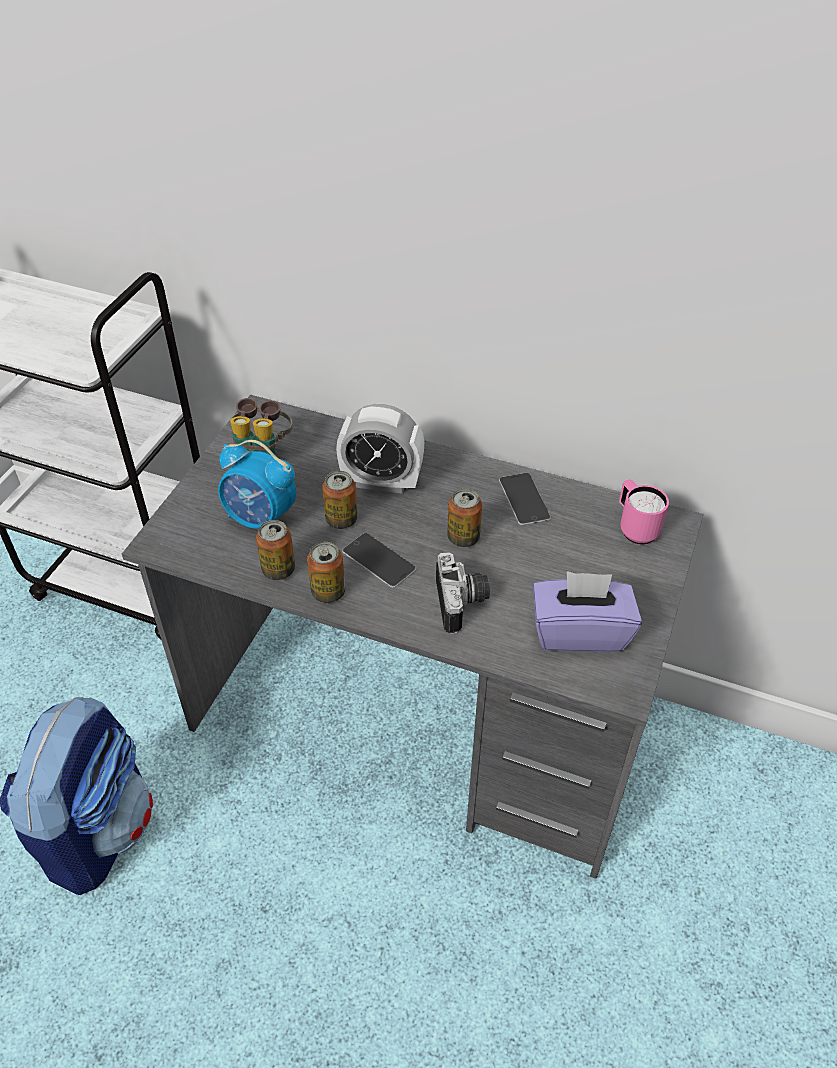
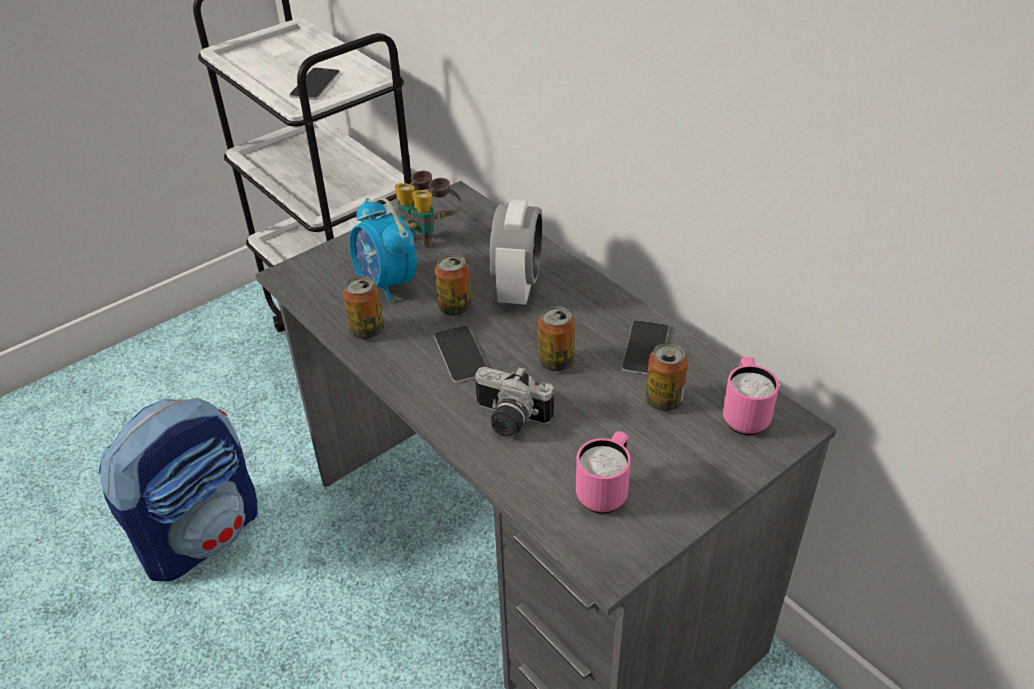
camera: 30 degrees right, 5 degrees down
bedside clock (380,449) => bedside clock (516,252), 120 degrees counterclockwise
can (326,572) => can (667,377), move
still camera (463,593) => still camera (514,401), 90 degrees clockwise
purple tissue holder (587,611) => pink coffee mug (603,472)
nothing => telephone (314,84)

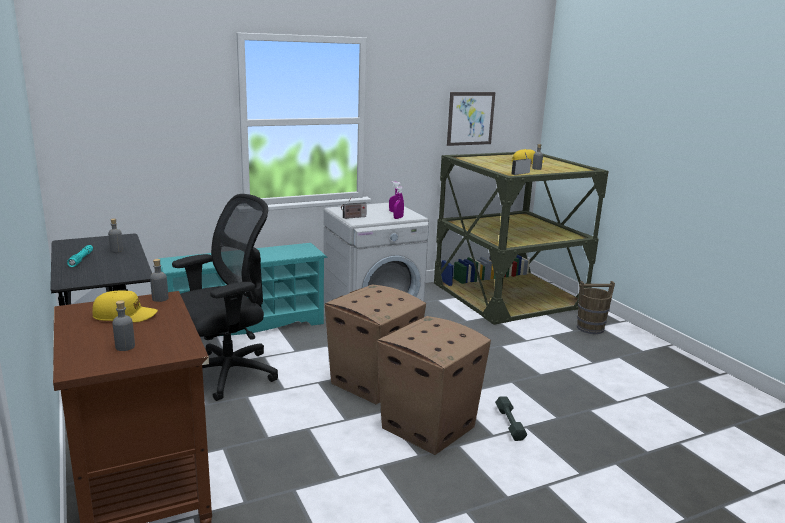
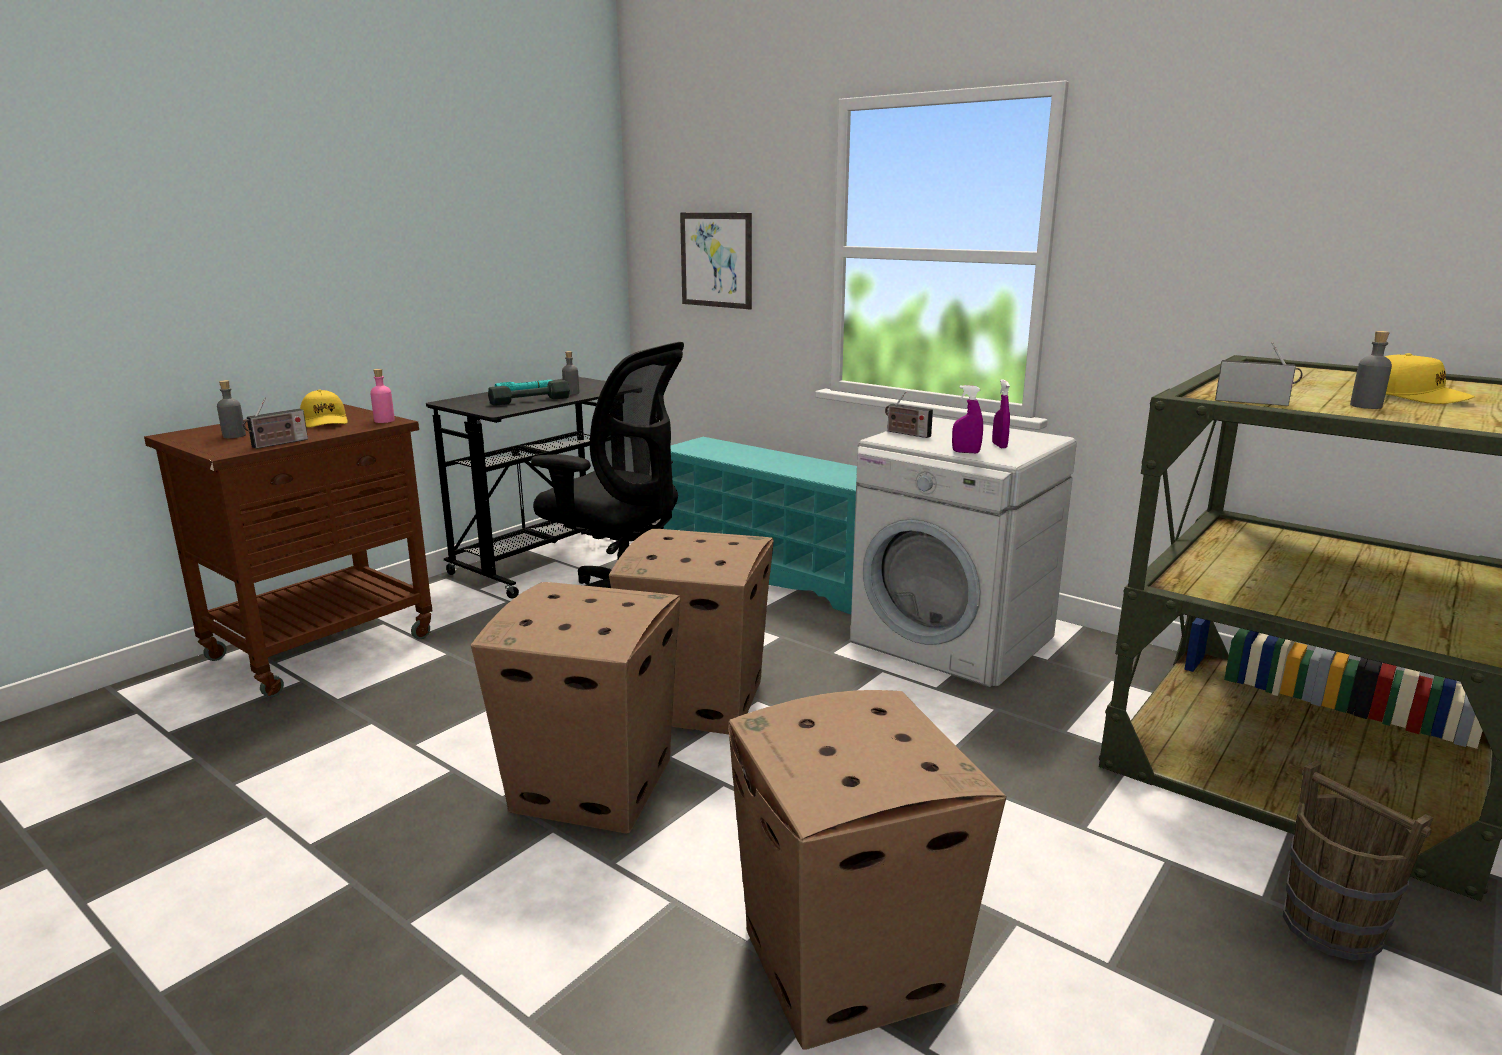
camera: 65 degrees right, 0 degrees up
picture (471,119) => picture (716,261), move
grey drink bottle (159,280) => pink drink bottle (382,396)
grey free weight (511,418) => grey free weight (529,393), move
nothing => radio (275,423)
nothing => carton (867,870)

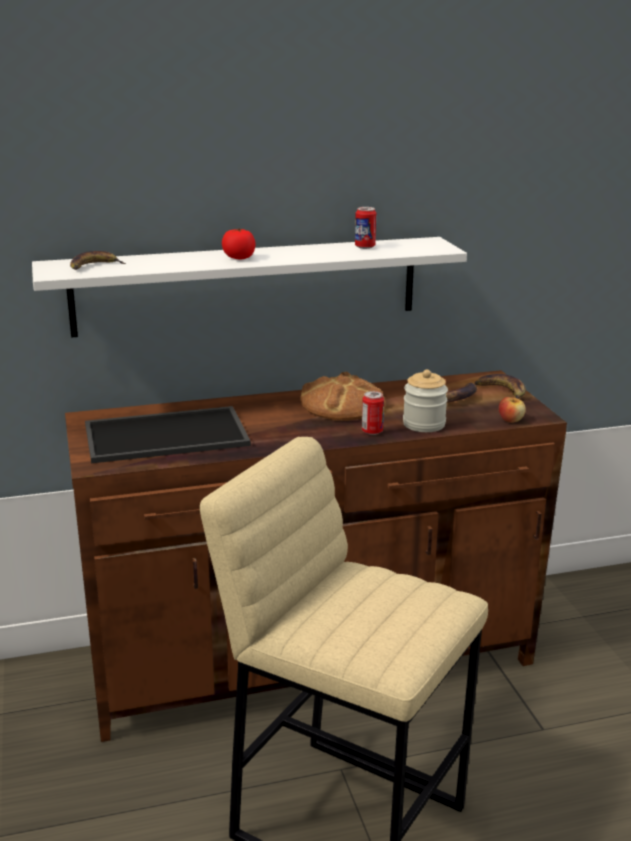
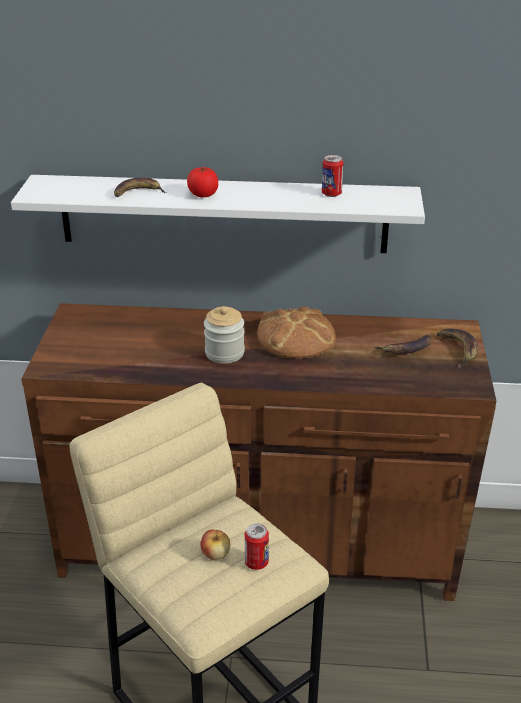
camera: 20 degrees right, 10 degrees up
banana (98,260) => banana (140,187), move
storage jar (425,401) => storage jar (224,335), move
can (373,413) => can (257,546), move
whole apple (512,409) => whole apple (215,544), move
carrying tray (168,434) => nothing

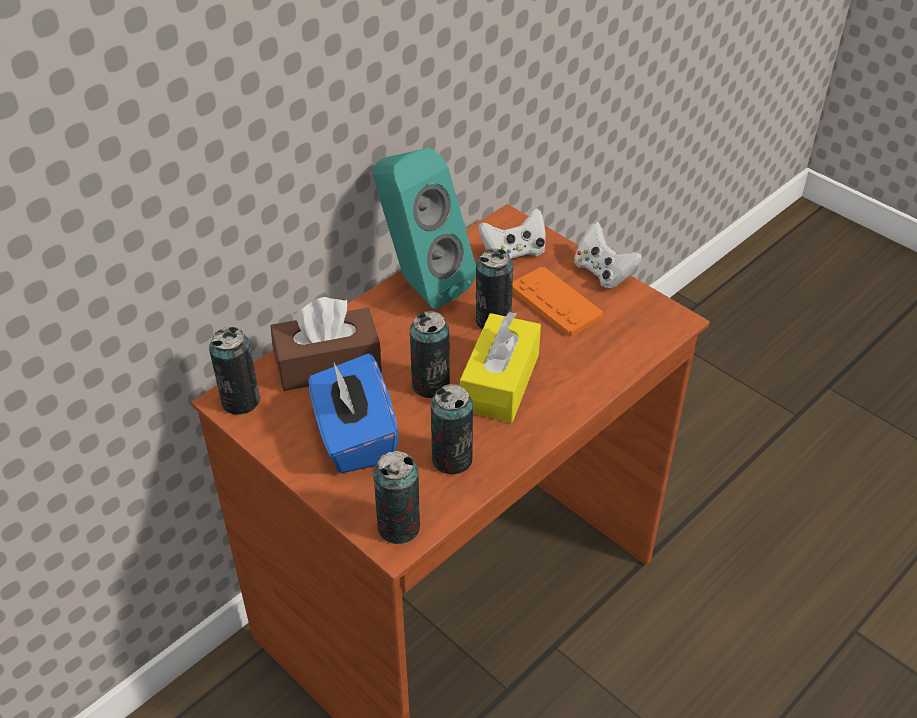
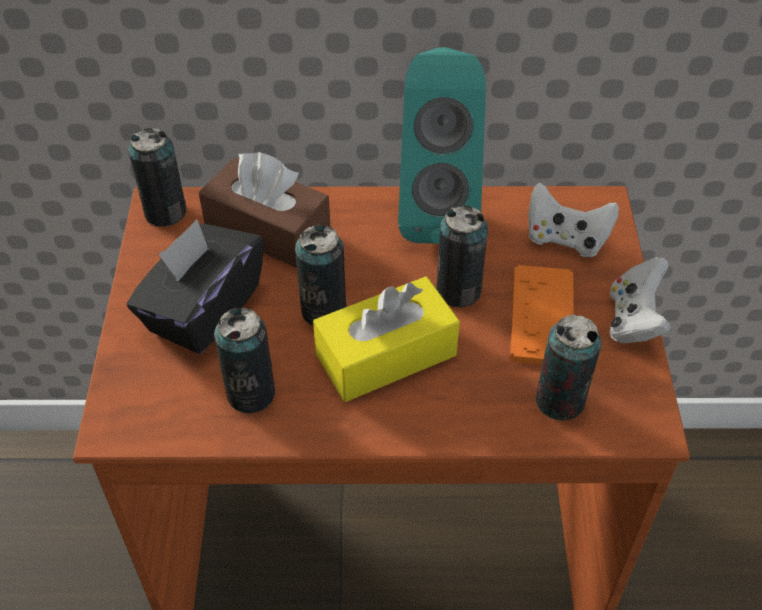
camera: 45 degrees right, 5 degrees up
bluish tissue holder (354,413) => blackish tissue holder (195,286)
can (396,497) => can (568,367), move

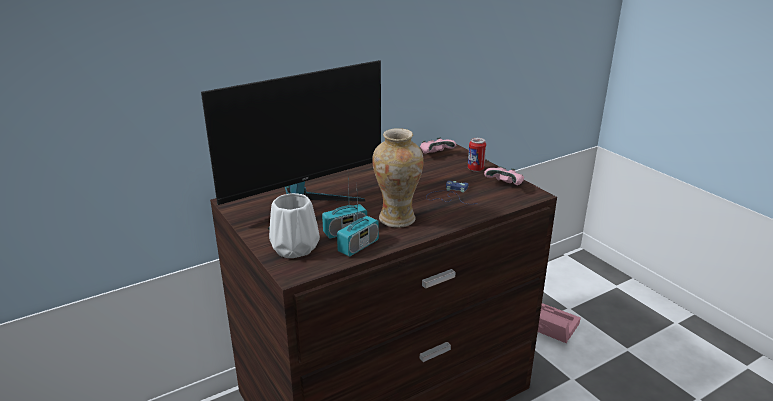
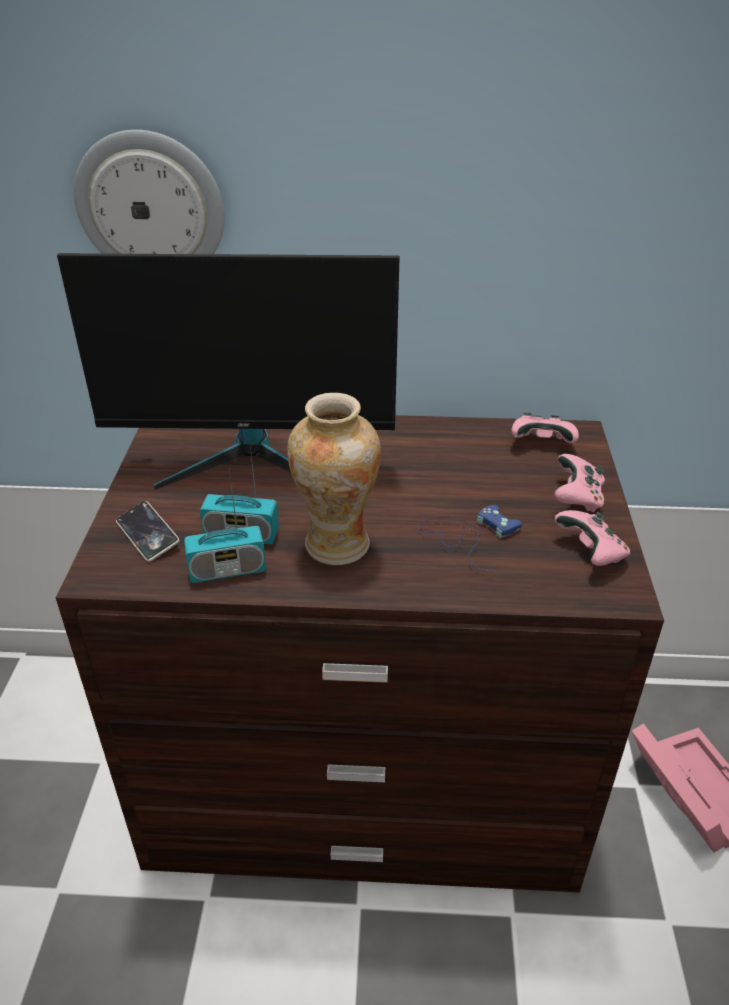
camera: 35 degrees right, 10 degrees up
can (477,155) => pink joypad (579,483)
white-coloured vase (294,225) => telephone (148,531)
nothing => clock on the wall (149,192)

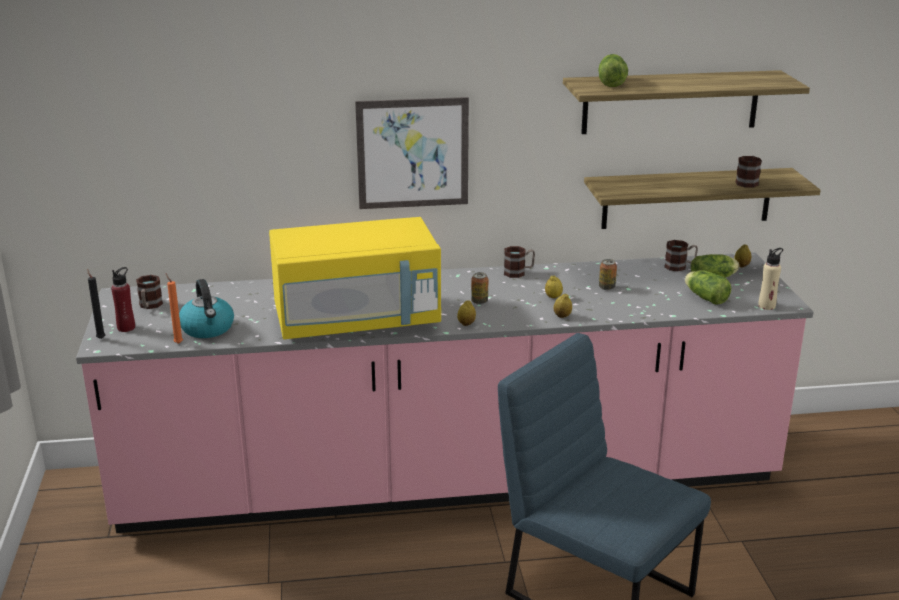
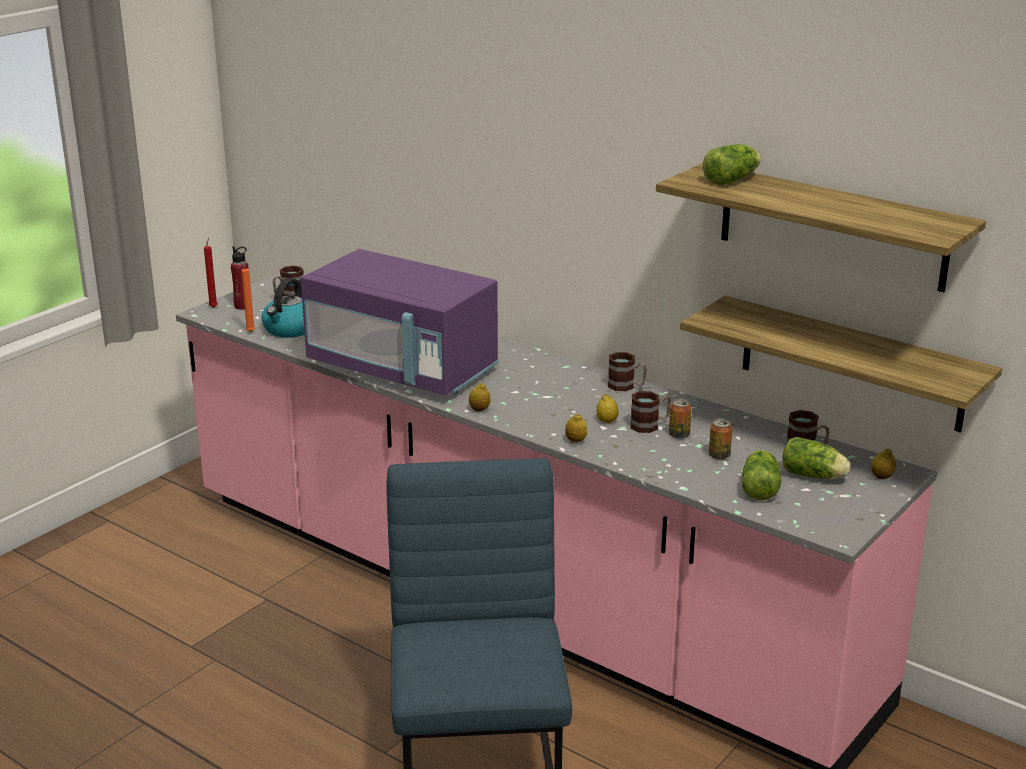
camera: 45 degrees right, 0 degrees up
picture (412,153) => nothing
coffee mug (749,172) => coffee mug (650,412), move
yellow-coloured microwave oven (355,278) => purple microwave oven (400,322)
beige drink bottle (770,279) => nothing
blackish candle (96,304) => red candle (211,273)
can (479,288) => can (720,439), move

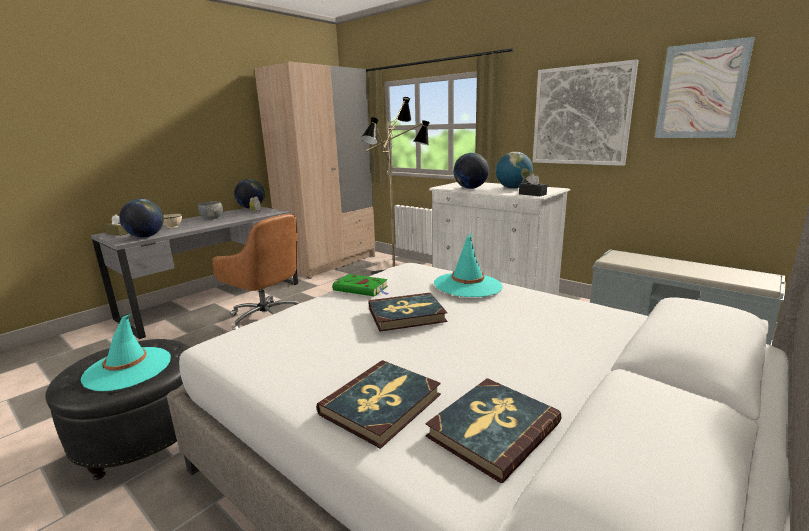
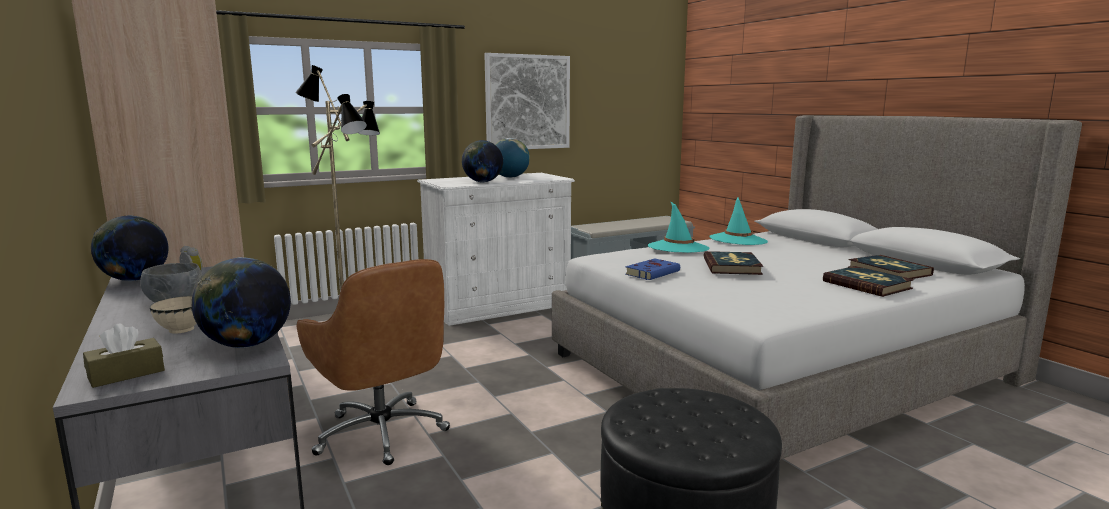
camera: 70 degrees left, 5 degrees down
picture (705,87) => nothing
blackish tissue holder (533,185) => nothing
brownish computer chair (255,272) => brownish computer chair (373,362), 90 degrees clockwise
greenish bound book (360,285) => bluish bound book (652,269)
blue-green wearable hat (126,352) => blue-green wearable hat (738,221), move

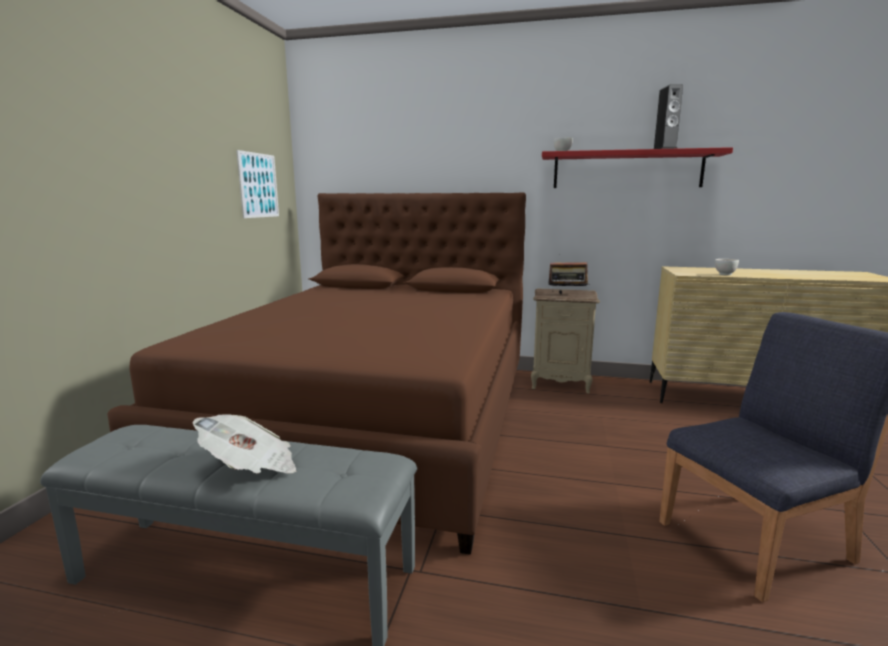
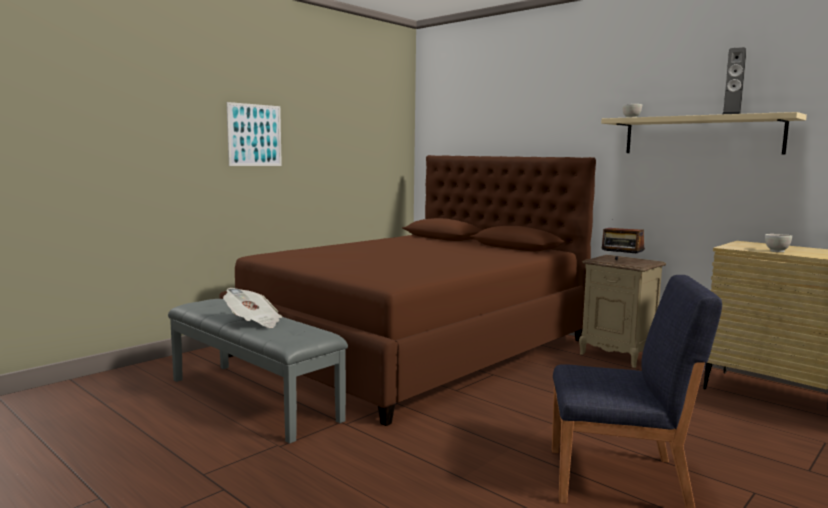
camera: 30 degrees right, 5 degrees down
red bracket shelf (637,167) => beige bracket shelf (704,133)
picture (257,184) => picture (254,134), move

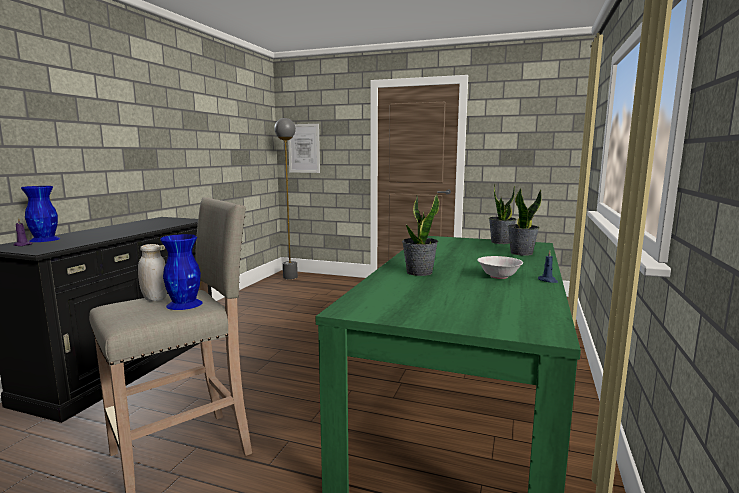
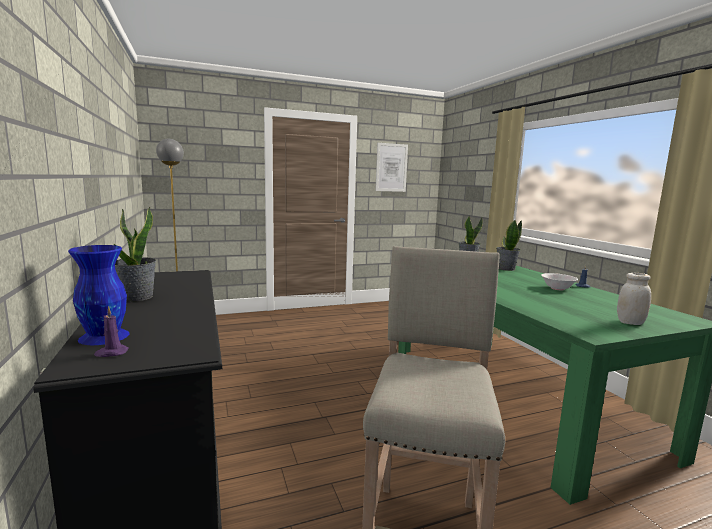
camera: 40 degrees left, 0 degrees up
picture (304,148) => picture (391,167), move
plant in a pot (421,235) => plant in a pot (135,254), move
bluish vase (181,272) => nothing
white-coloured storage jar (153,272) => white-coloured storage jar (634,299), move

